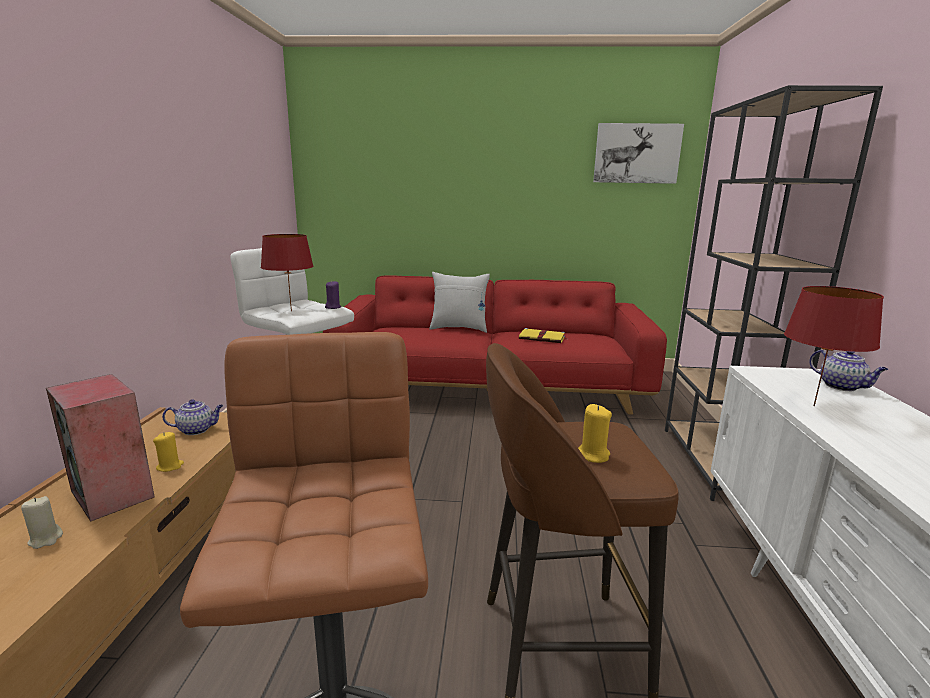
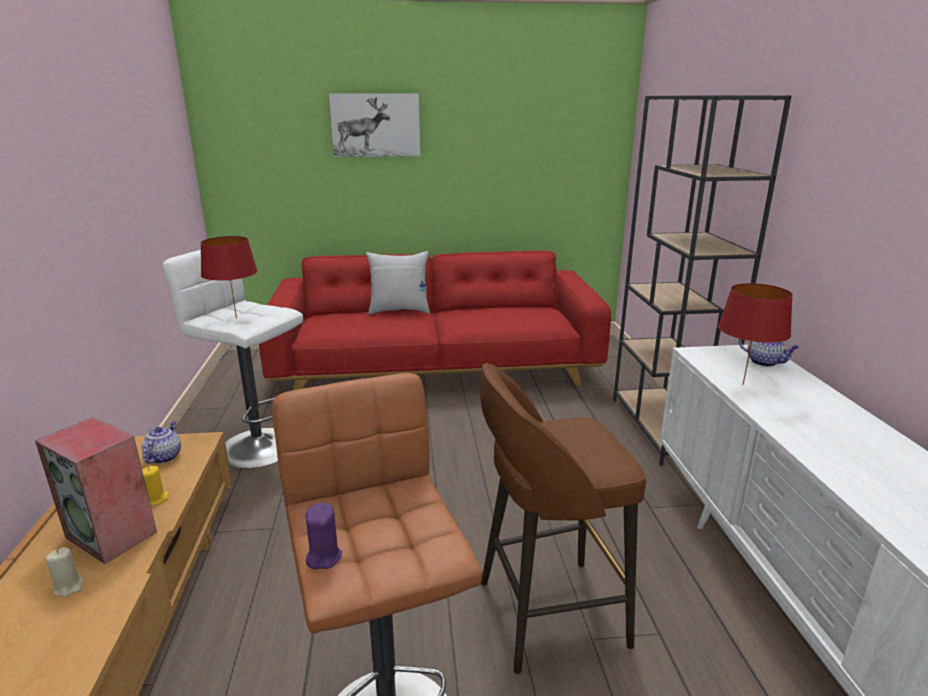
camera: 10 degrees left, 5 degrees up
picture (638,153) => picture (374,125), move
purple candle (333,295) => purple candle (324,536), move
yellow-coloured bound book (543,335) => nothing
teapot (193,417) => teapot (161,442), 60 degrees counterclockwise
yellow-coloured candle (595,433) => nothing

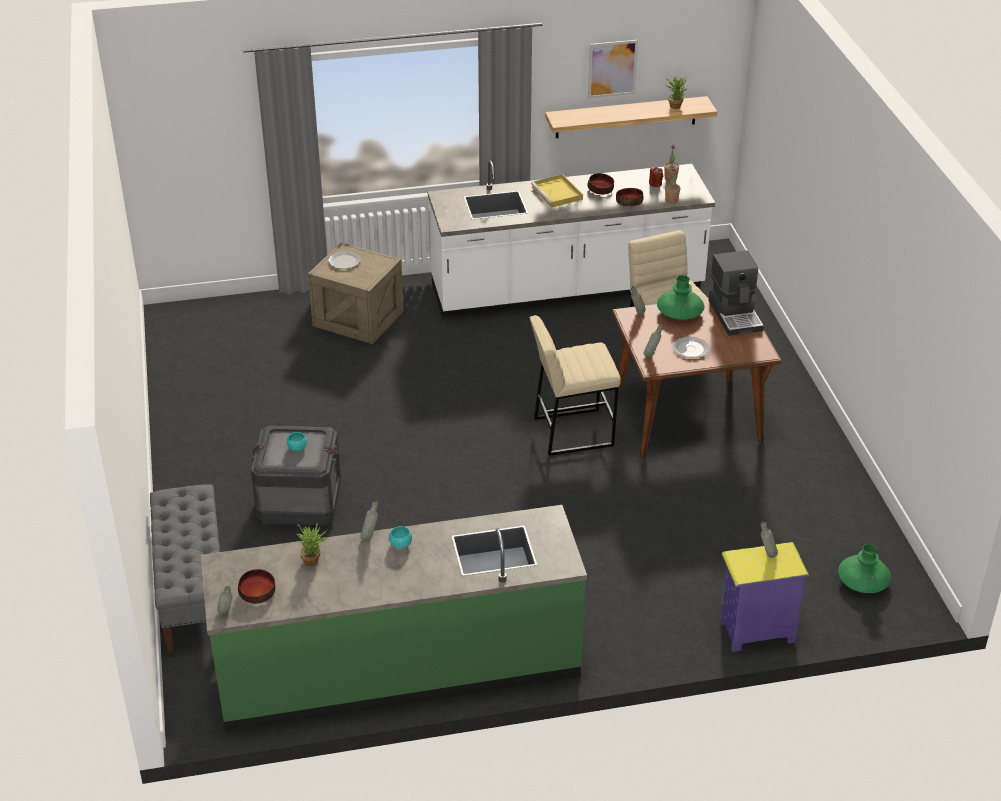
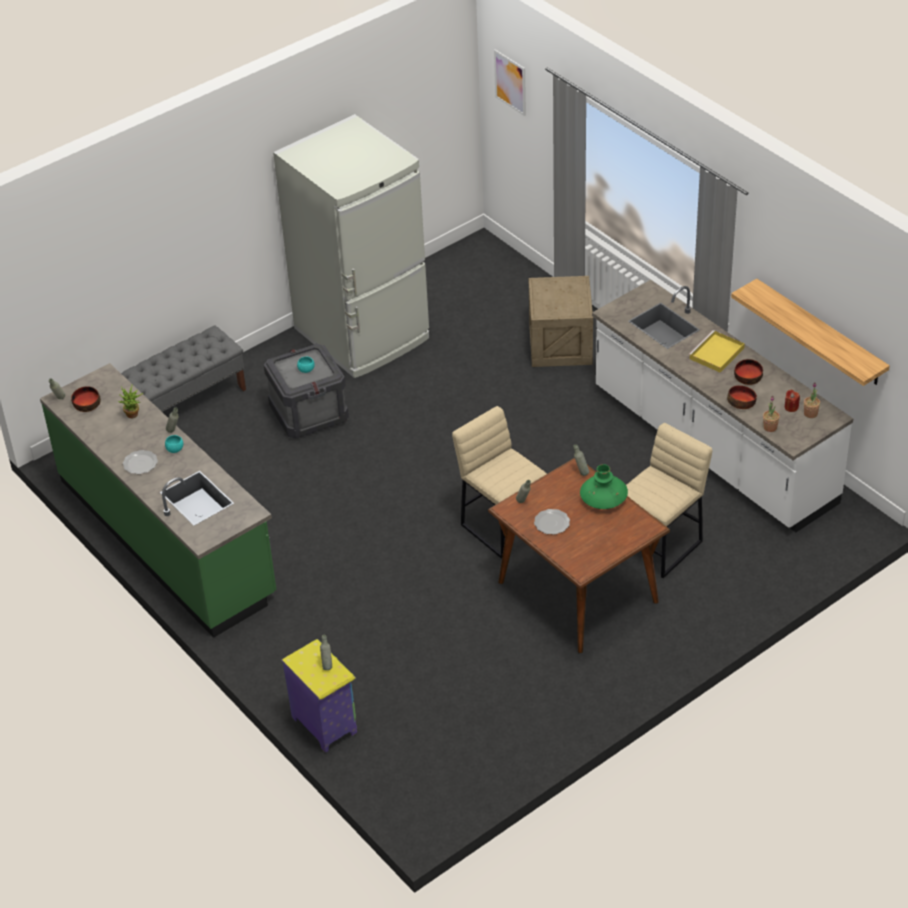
camera: 65 degrees right, 5 degrees up
picture (613,69) => picture (510,83), move
plant in a pot (676,92) => nothing
coffee machine (736,293) => nothing
flat dish (344,260) => flat dish (140,462), move
greenish vase (864,568) => nothing
nothing => white-coloured kitchen fridge (351,246)

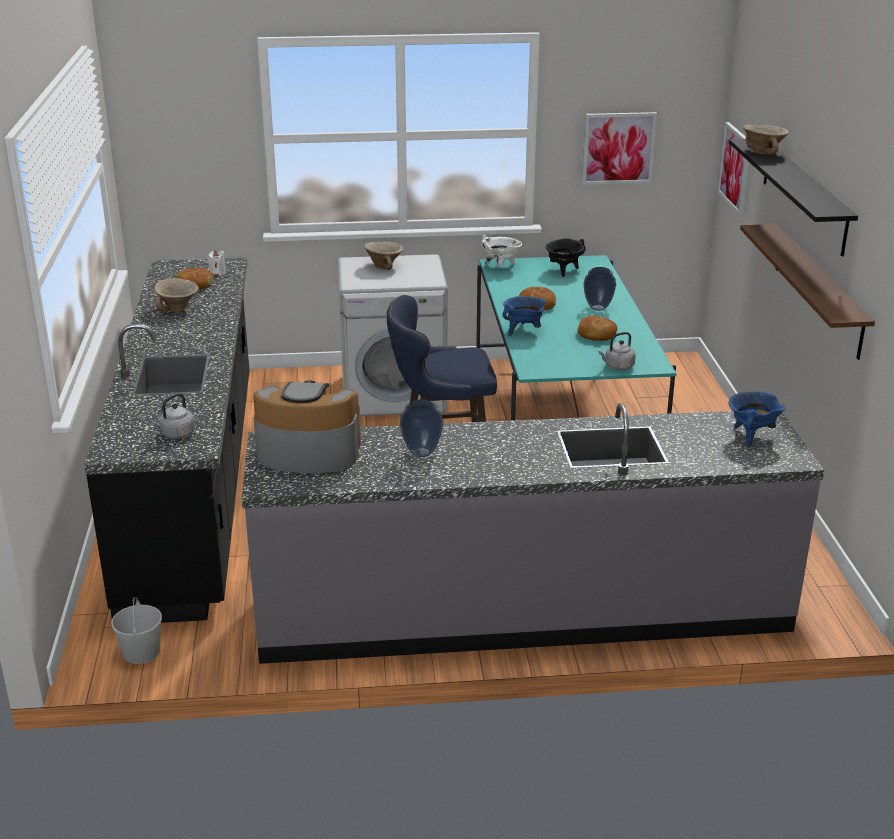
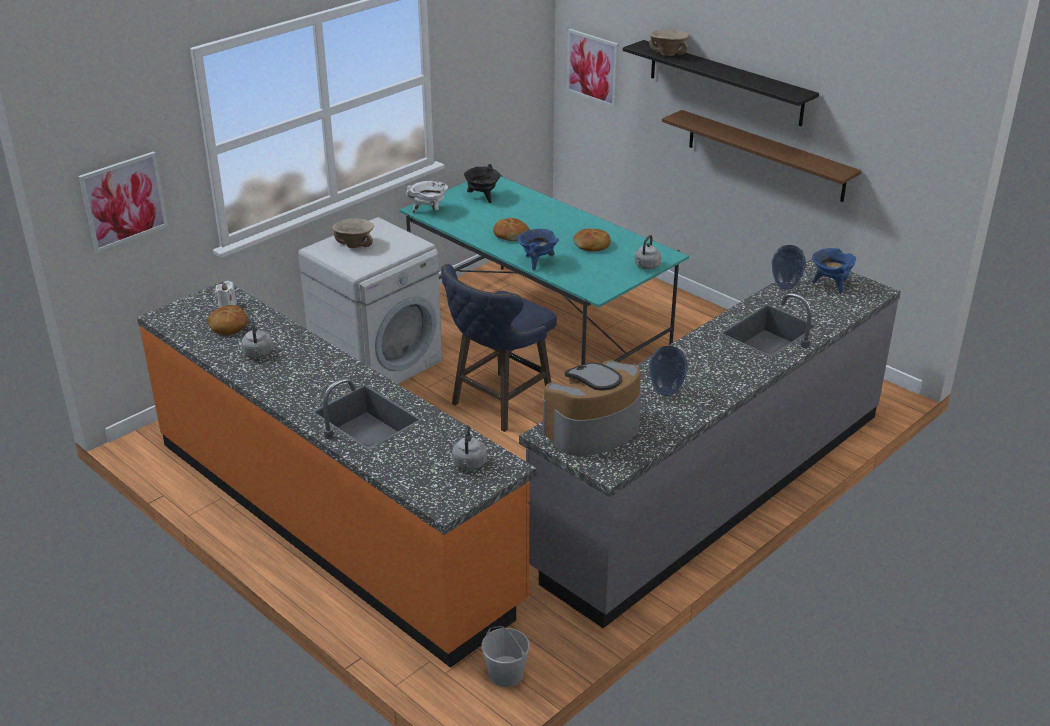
camera: 40 degrees left, 5 degrees up
picture (619,148) => picture (123,202), move
blackish counter (166,440) => orange-coloured counter (337,474)
vase (599,289) => vase (789,267), move
beige bowl (176,295) => grey water kettle (257,338)

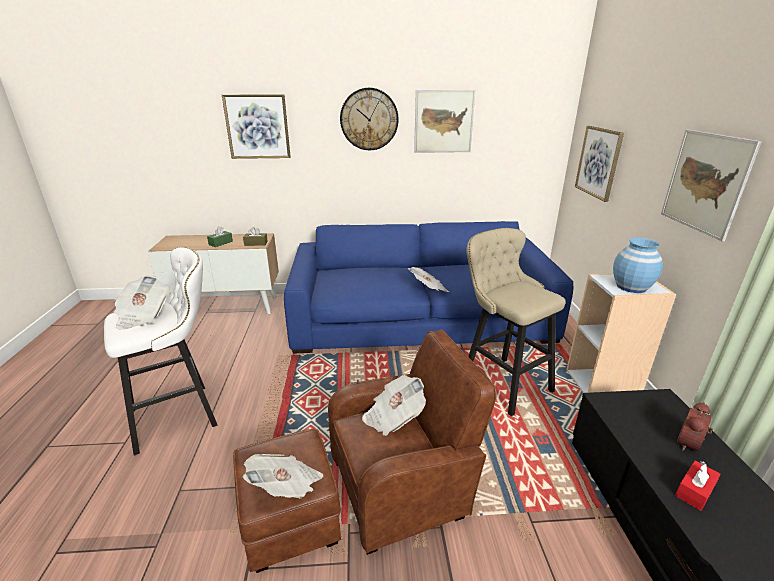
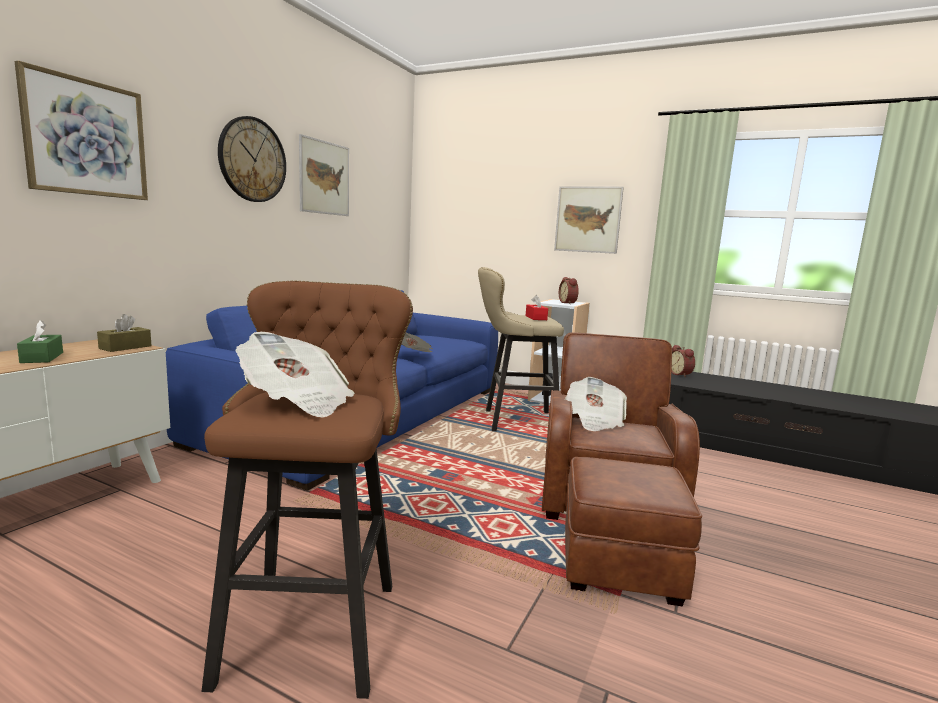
camera: 60 degrees left, 15 degrees down
picture (599,164) => nothing
bluish vase (638,265) => bedside clock (569,290)
white-coloured stool (161,351) => brownish stool (307,489)
daily paper (282,476) => nothing
red tissue holder (698,485) => red tissue holder (537,307), move

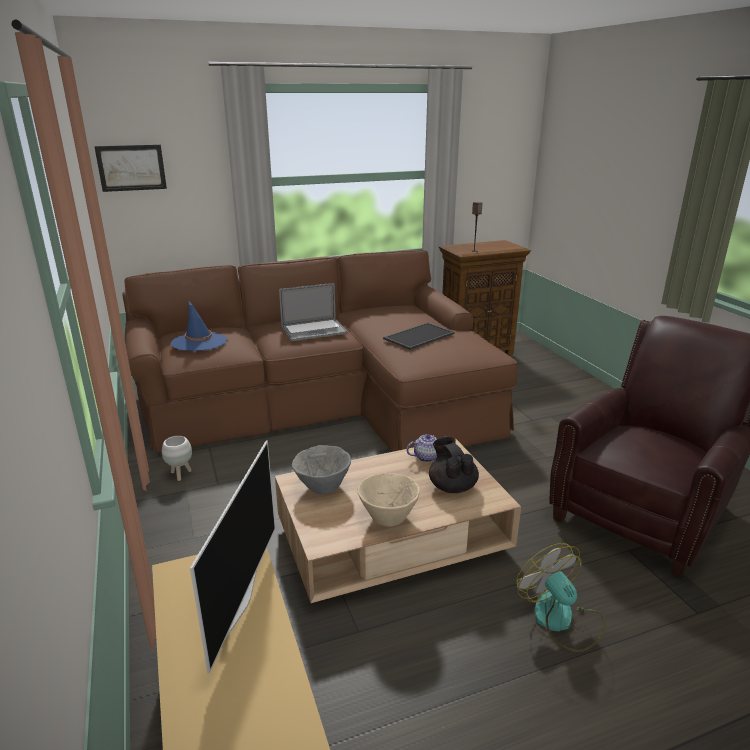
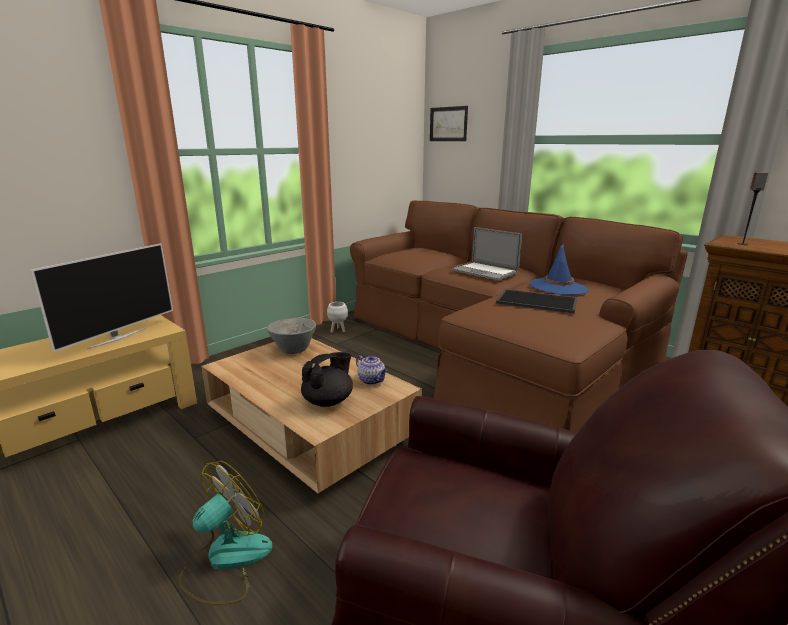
camera: 65 degrees right, 5 degrees down
bluish wearable hat (199,326) => bluish wearable hat (559,269), move
TV (232,557) => TV (102,297), 45 degrees counterclockwise
beige bowl (388,500) => nothing

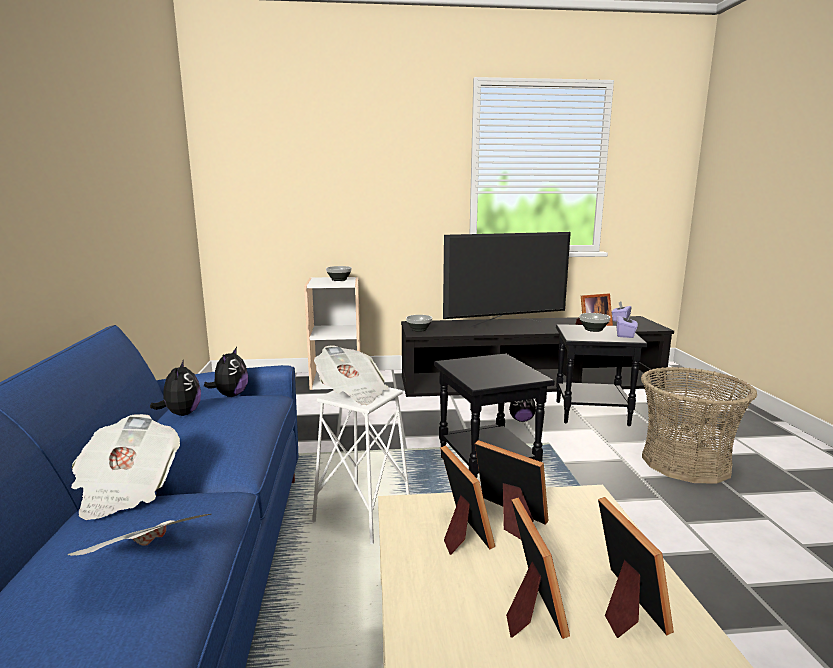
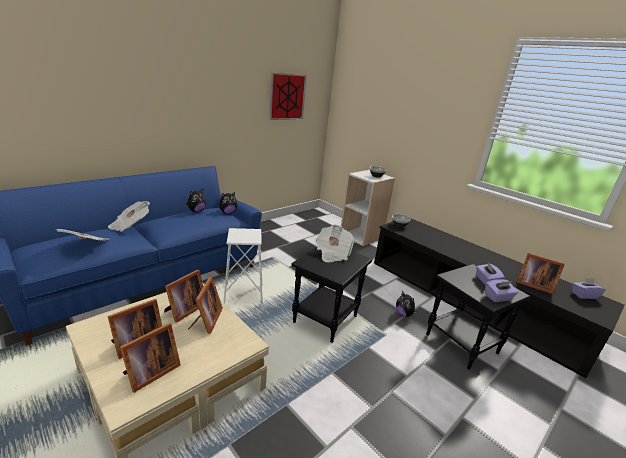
camera: 50 degrees right, 10 degrees up
TV (507,280) => nothing
bowl (594,322) => purple tissue holder (490,274)
daily paper (351,375) => daily paper (335,243), move
household basket (699,425) => nothing
nothing => picture (287,96)

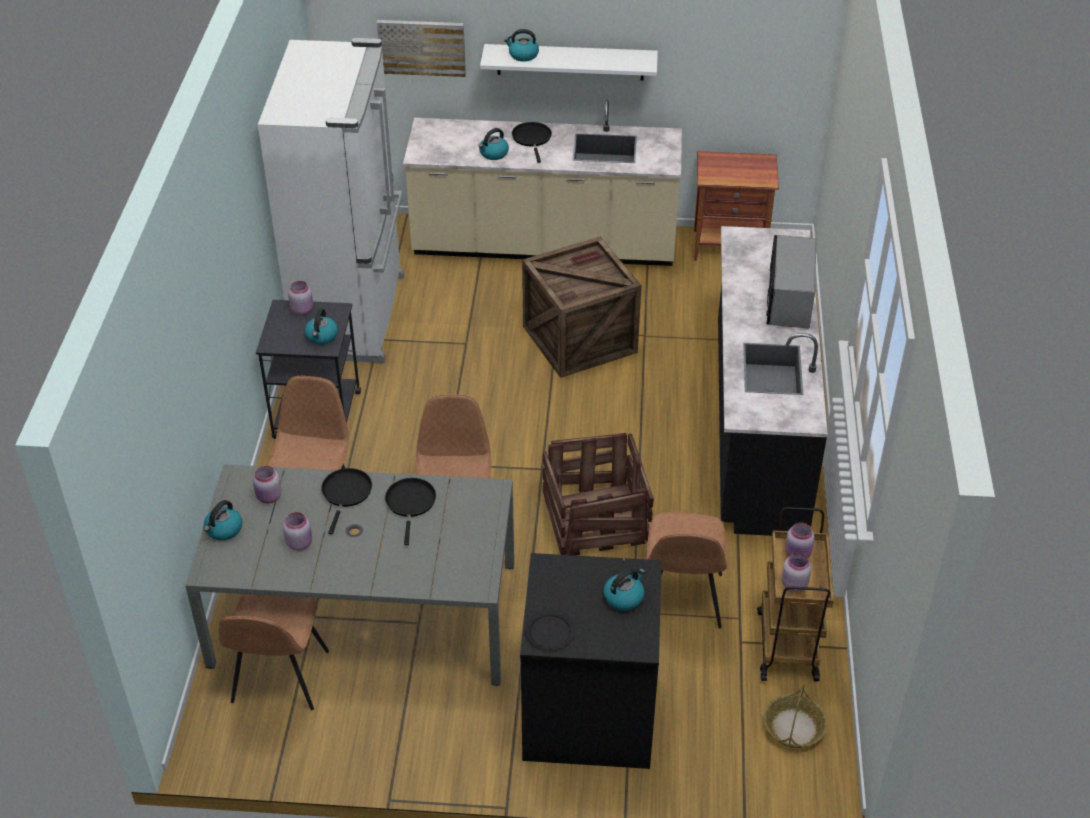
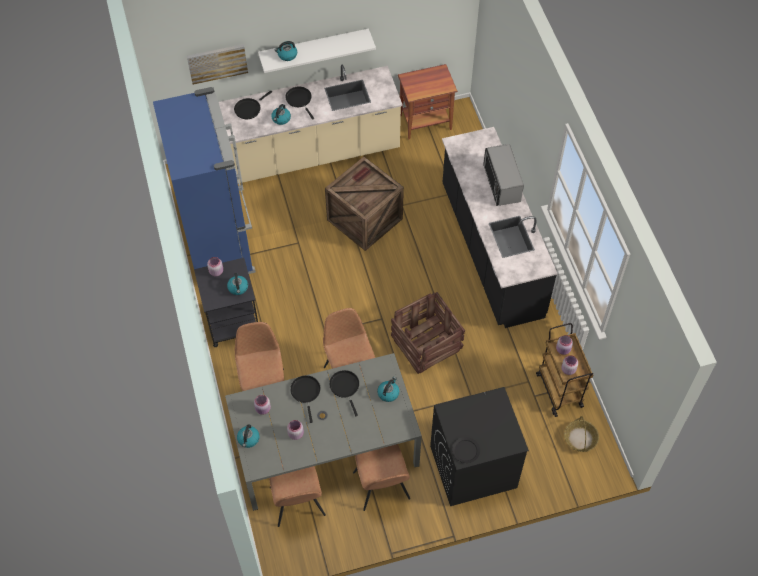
camera: 20 degrees left, 15 degrees up
white-coloured kitchen fridge (331,200) => bluish kitchen fridge (204,180)
brownish plain chair (686,570) => brownish plain chair (381,476), move
water kettle (624,589) => water kettle (388,389), move
nothing => blackish skillet (253,105)

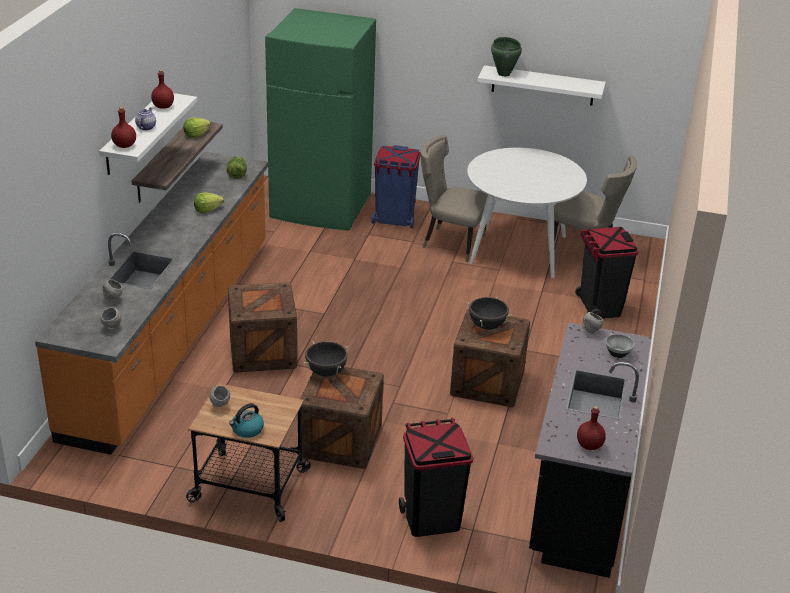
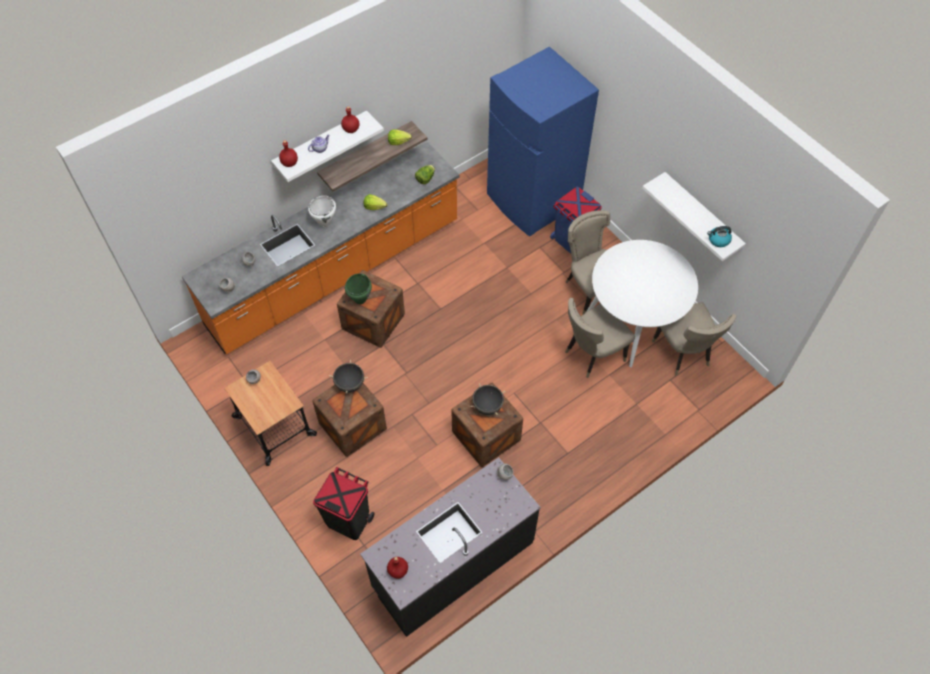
camera: 40 degrees right, 25 degrees up
greenish kitchen fridge (320,119) => bluish kitchen fridge (543,142)
greenish saucepot (506,56) => greenish saucepot (358,288), move
blackish waste bin (606,273) => nothing
bowl (620,346) => nothing
water kettle (246,420) => water kettle (719,236), move
nothing => white-coloured saucepot (322,211)
nothing => beige plain chair (600,338)

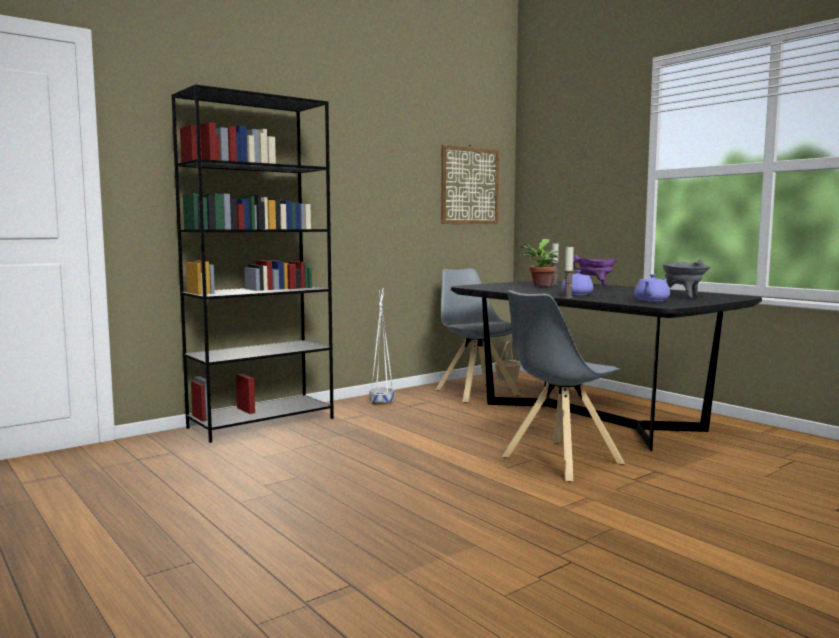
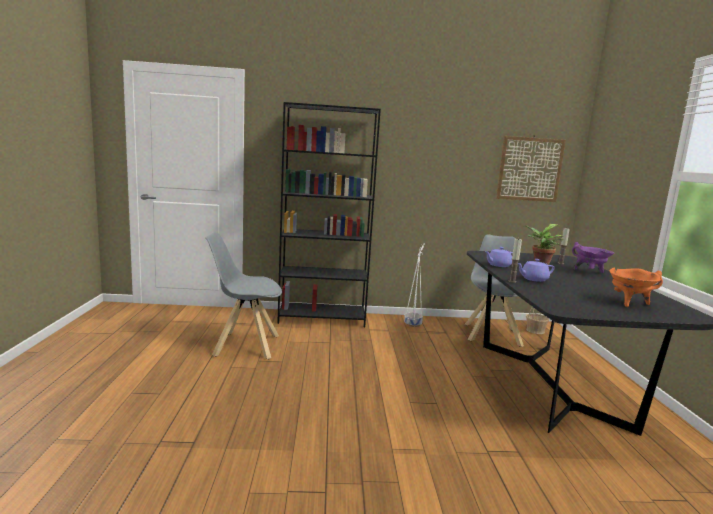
camera: 35 degrees right, 5 degrees up
grey saucepot (686,278) => orange-coloured saucepot (636,287)
purple teapot (652,287) => purple teapot (499,257), move
grey plain chair (563,386) => grey plain chair (243,295), move

